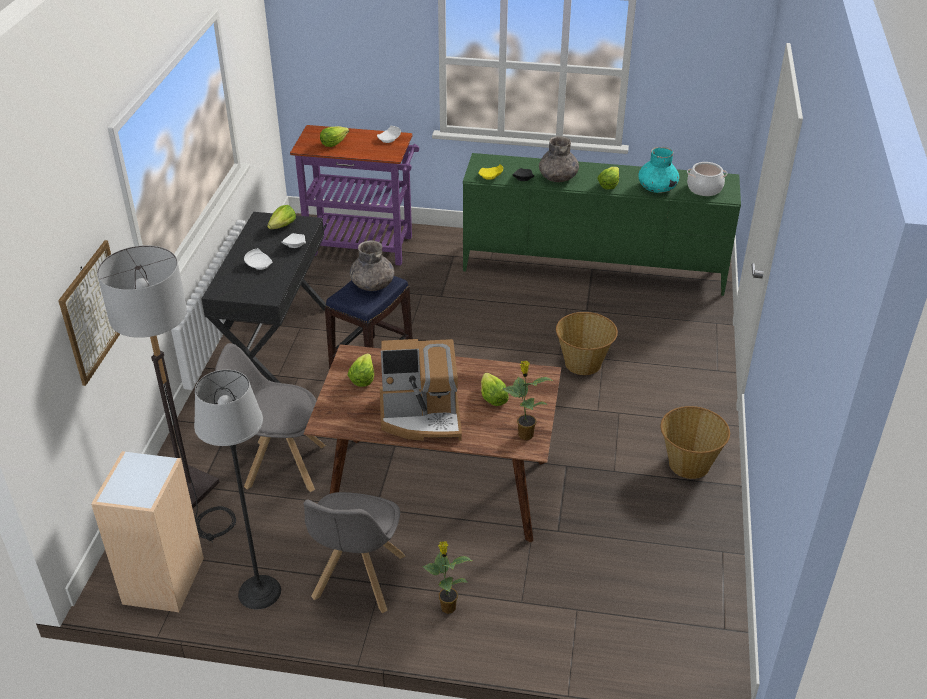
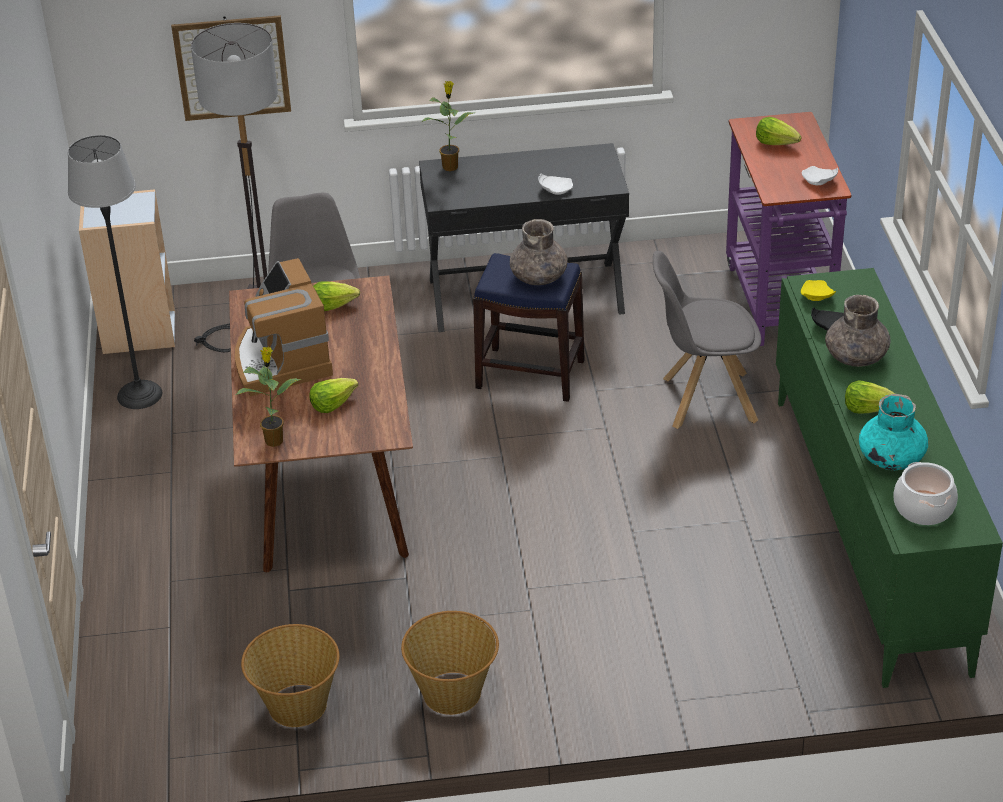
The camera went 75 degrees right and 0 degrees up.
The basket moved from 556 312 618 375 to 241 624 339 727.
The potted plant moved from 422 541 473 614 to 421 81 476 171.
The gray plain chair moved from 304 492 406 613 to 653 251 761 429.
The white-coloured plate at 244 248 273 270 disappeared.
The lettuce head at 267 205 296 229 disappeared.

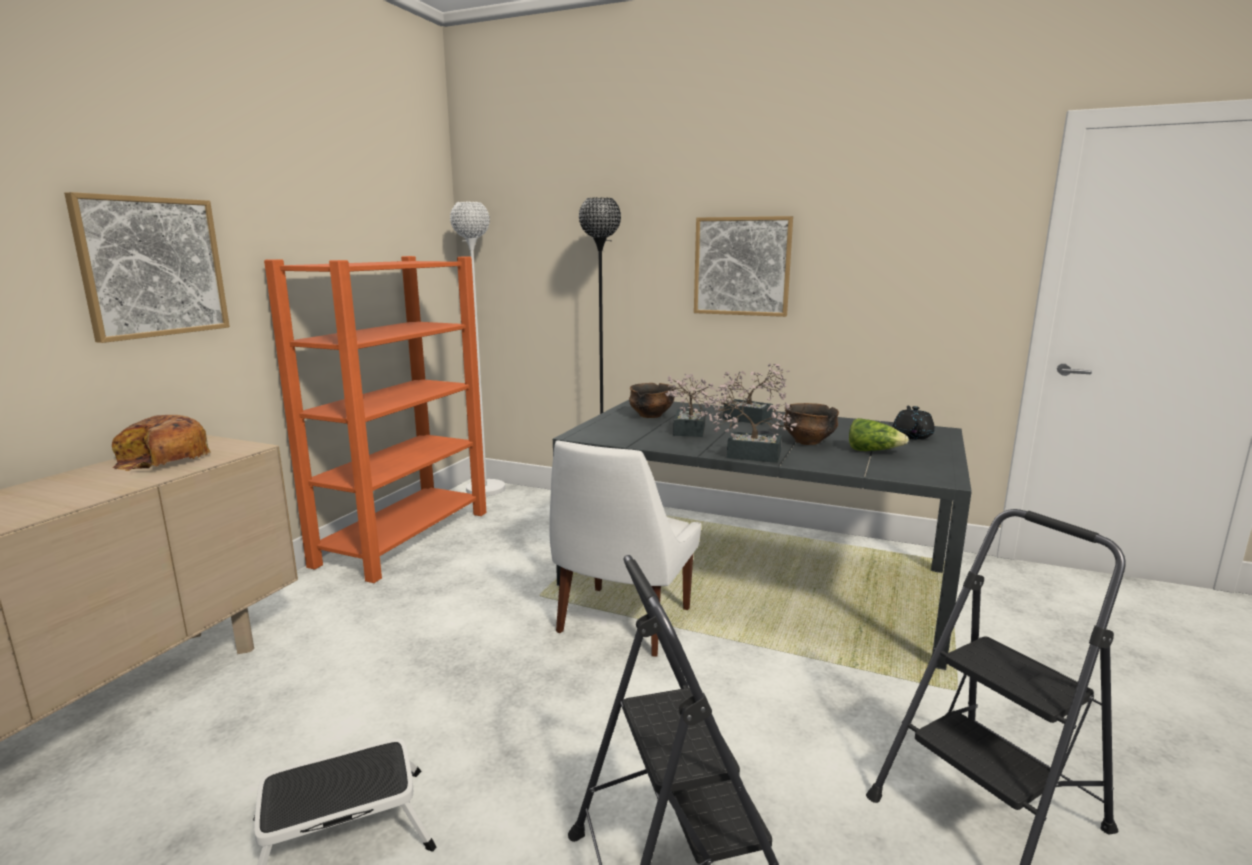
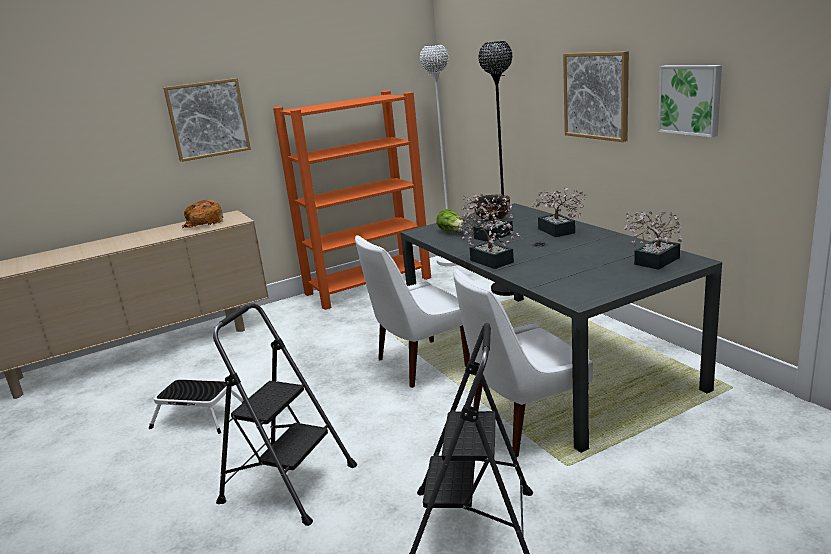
The camera went 40 degrees right and 5 degrees up.
The lettuce head moved from 849 418 909 451 to 436 209 464 231.
The white-coloured plain chair at 453 269 593 458 appeared.
The blackish teapot at 893 406 935 440 was replaced by the potted plant at 624 211 682 270.
The picture at 658 65 722 137 appeared.
The serving bowl at 783 403 839 445 disappeared.

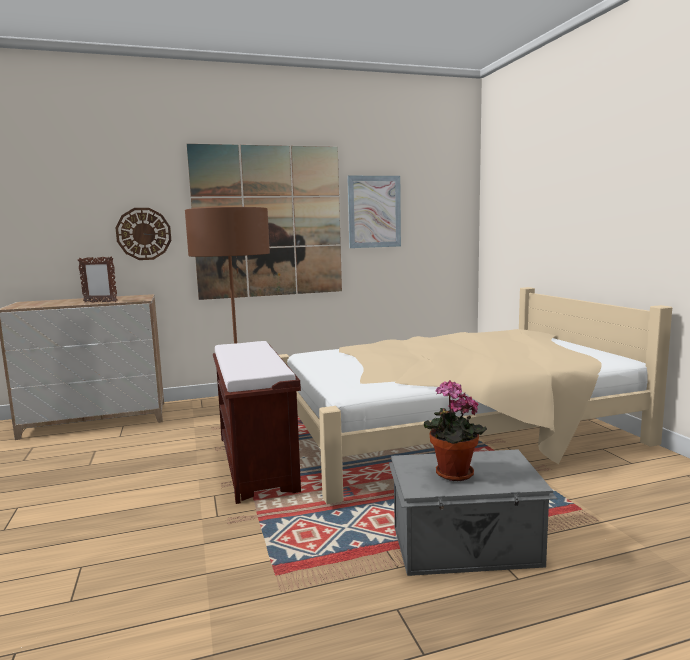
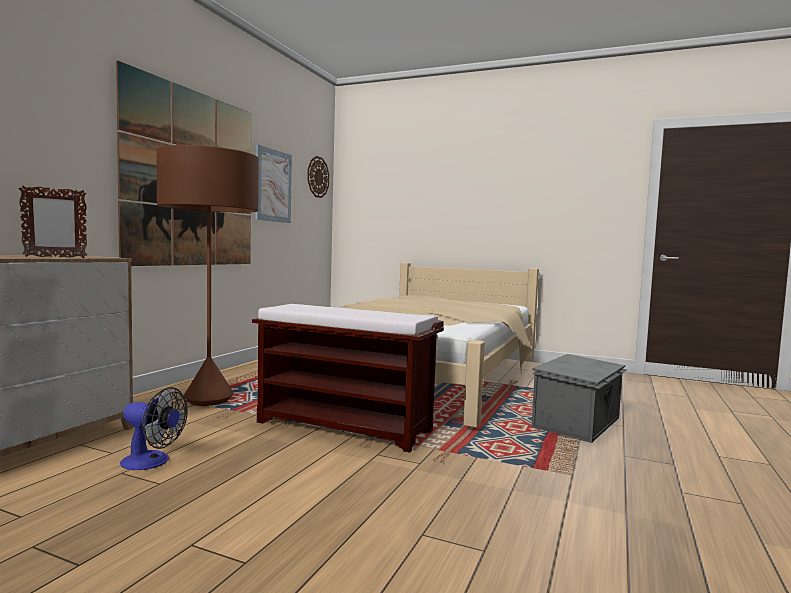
The camera went 50 degrees left and 5 degrees down.
The fan at 120 387 188 470 appeared.
The hanging clock moved from 116 208 171 260 to 307 156 329 198.
The potted plant at 424 380 487 481 disappeared.

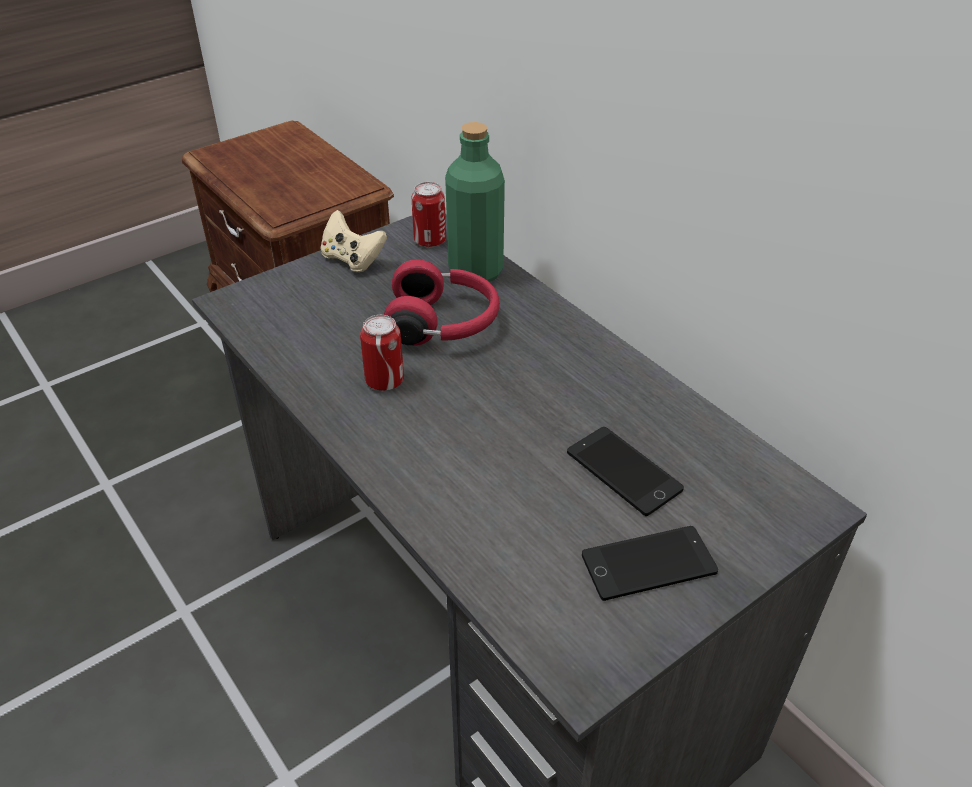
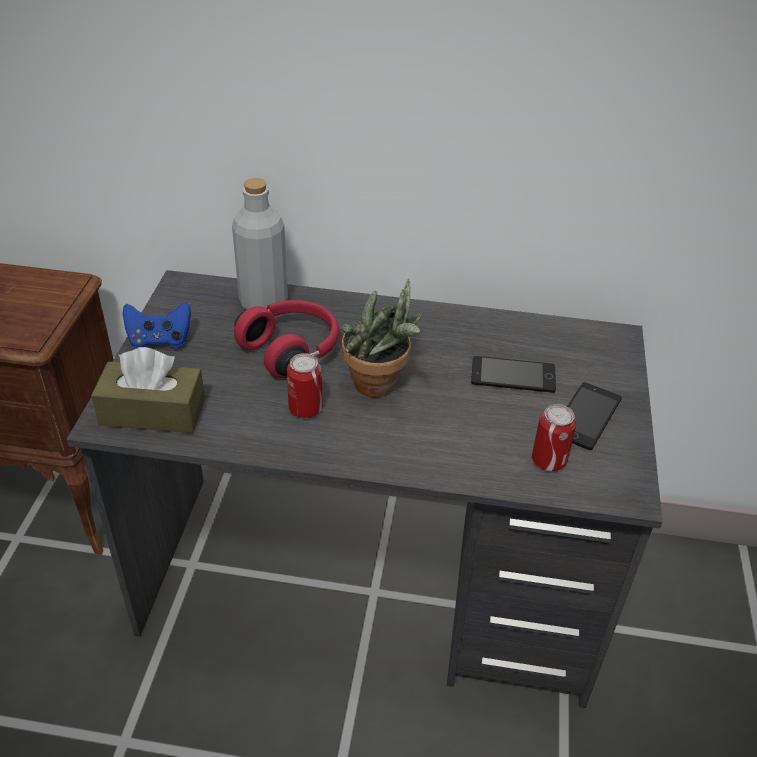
The camera went 45 degrees left and 0 degrees up.
The brownish tissue holder at 91 347 205 433 appeared.
The sand-coloured gamepad at 321 210 387 272 became the blue-coloured gamepad at 123 302 191 348.
The green-coloured drink bottle at 445 122 505 282 became the gray drink bottle at 232 178 288 310.
The potted plant at 341 279 423 397 appeared.
The sealed can moved from 412 182 446 247 to 532 404 576 471.

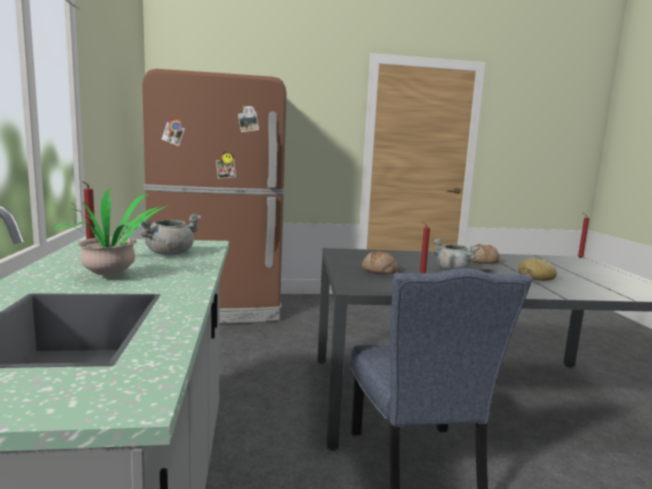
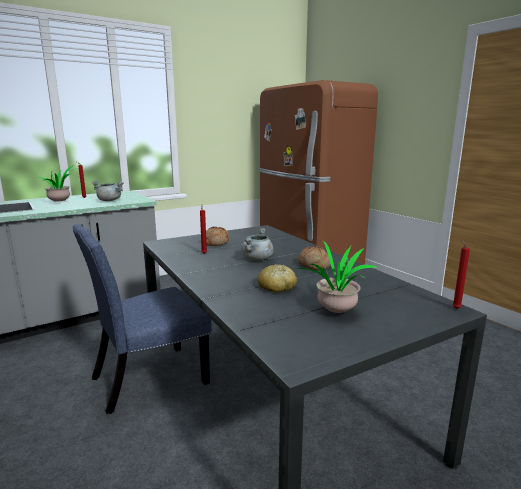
The camera went 65 degrees right and 5 degrees up.
The potted plant at 291 241 377 313 appeared.

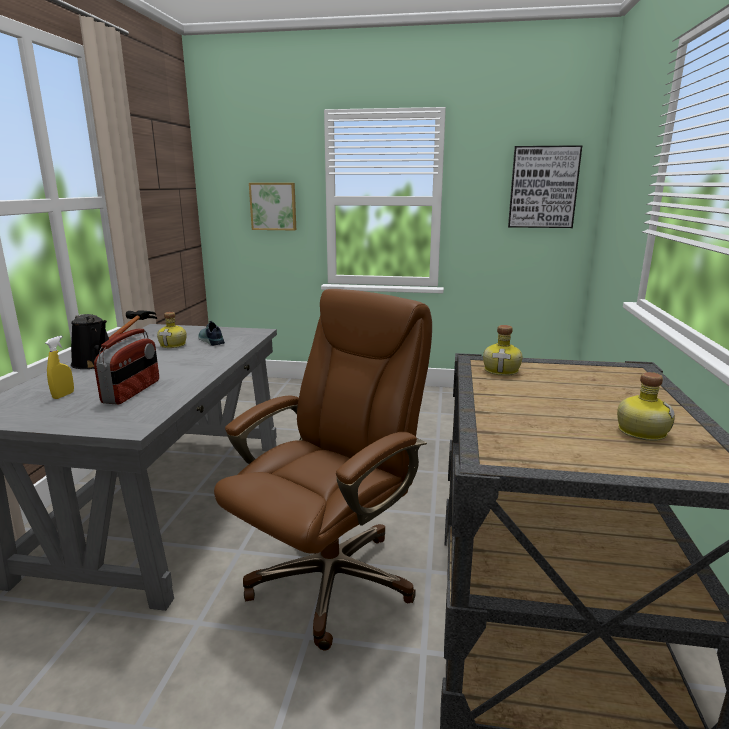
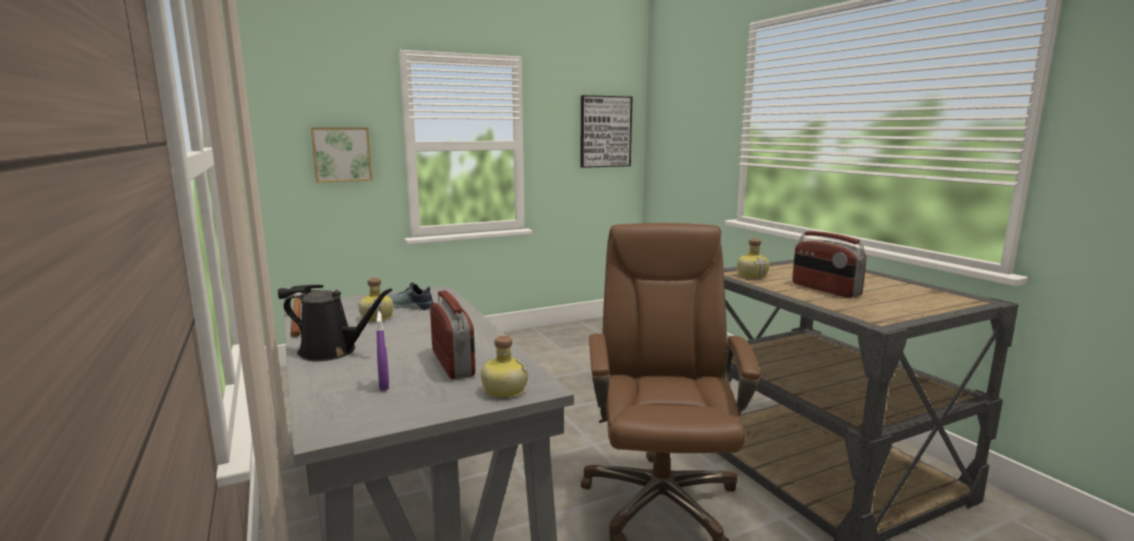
The camera went 35 degrees left and 5 degrees down.
The yellow-coloured sprayer at 45 336 74 399 became the purplish sprayer at 376 311 389 391.
The drink bottle moved from 617 372 675 441 to 481 336 528 398.
The radio receiver at 792 231 867 298 appeared.

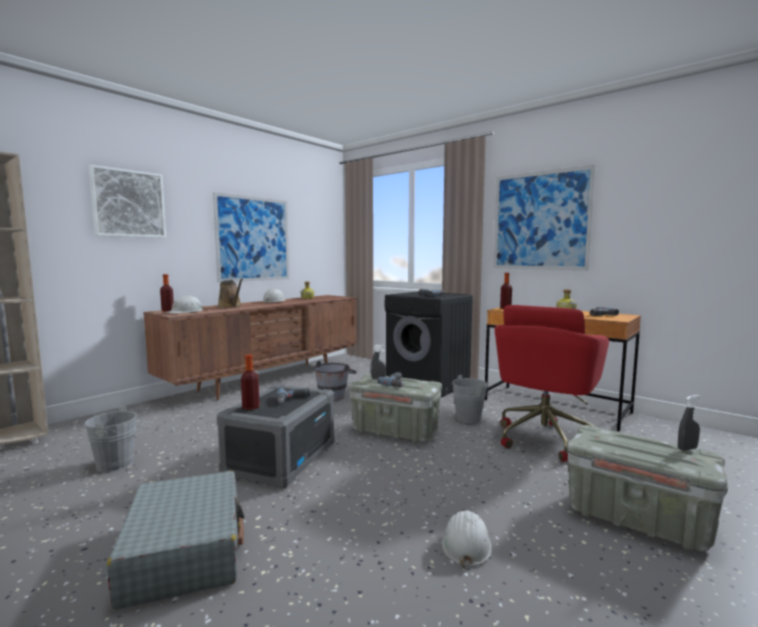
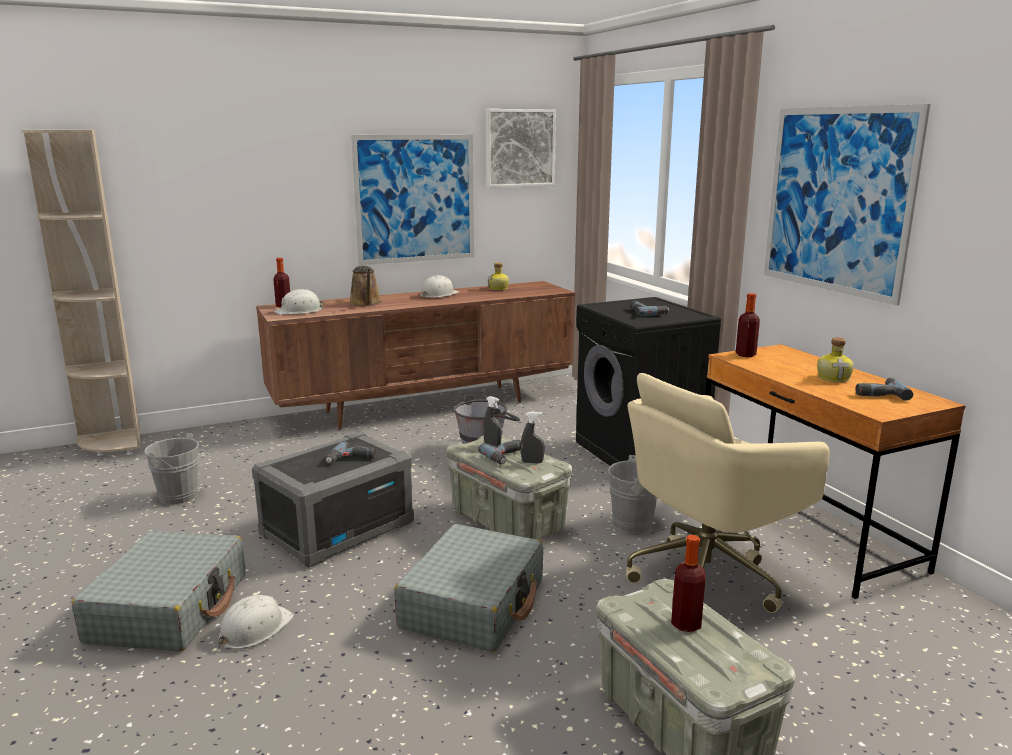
The camera went 25 degrees right and 10 degrees up.
The white-coloured safety helmet moved from 442 510 492 568 to 218 595 294 649.
The gray suitcase at 394 524 543 652 appeared.
The picture moved from 89 165 166 238 to 486 109 556 188.
The gray sprayer moved from 678 395 700 451 to 521 412 545 463.
The red-coloured desk chair at 494 305 609 462 became the sand-coloured desk chair at 626 373 830 613.
The drink bottle moved from 241 354 260 410 to 671 535 706 632.

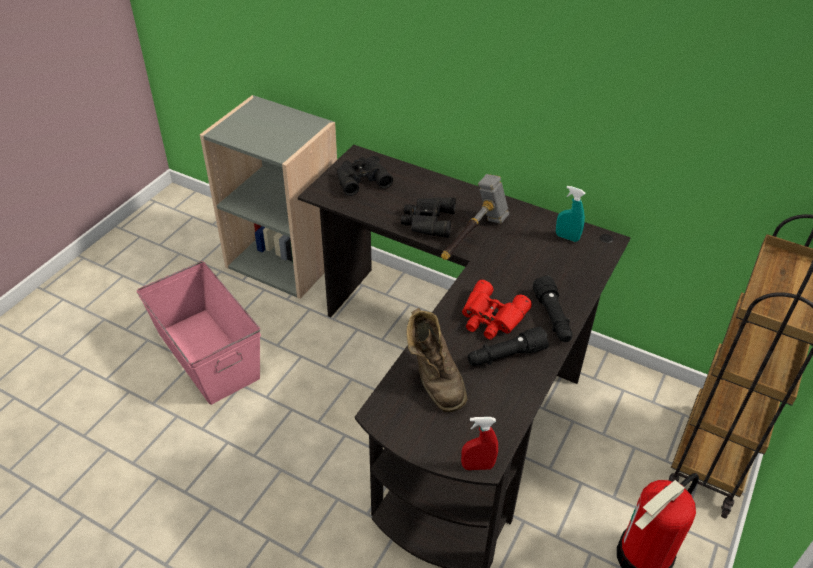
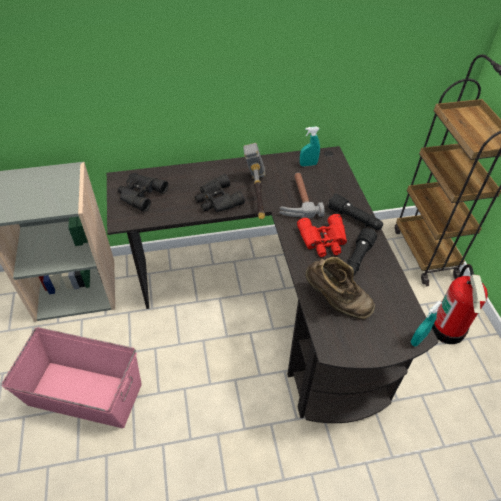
The camera went 40 degrees left and 5 degrees up.
The hammer at 279 173 325 218 appeared.
The red-coloured sprayer at 461 417 498 470 became the turquoise-coloured sprayer at 411 301 442 346.

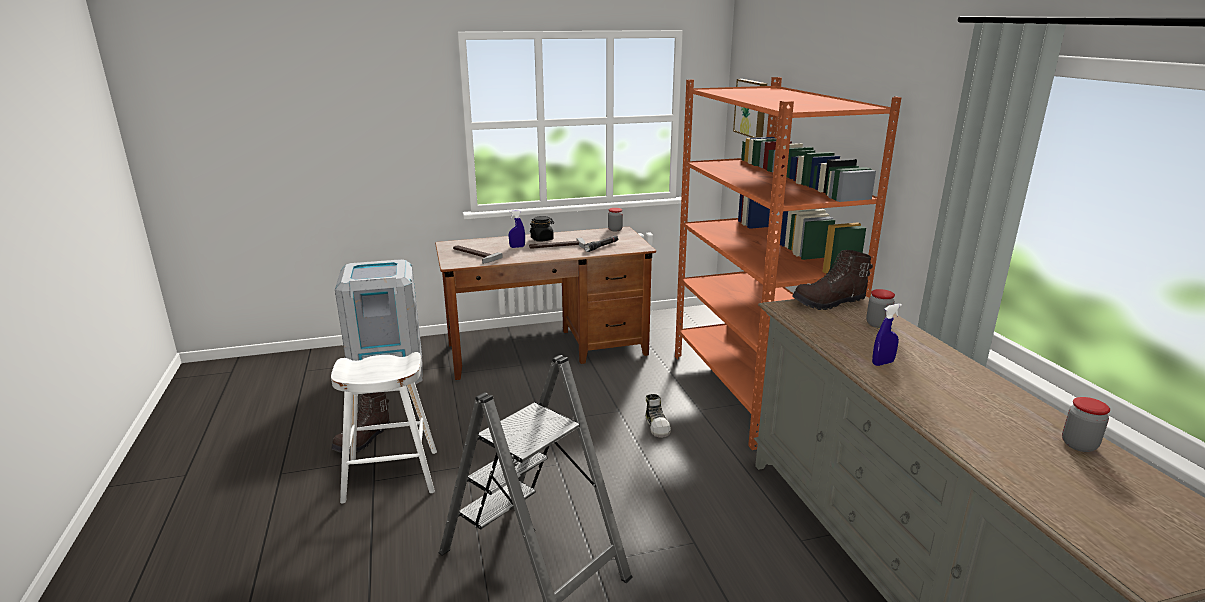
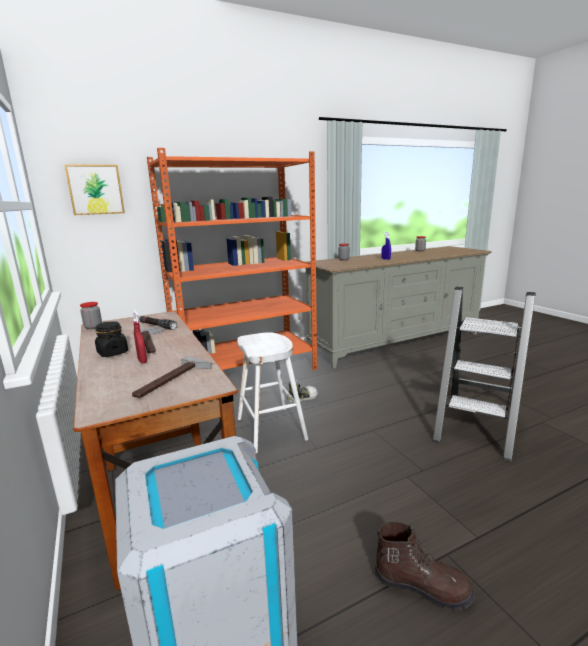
The camera went 100 degrees left and 5 degrees down.
The blue-coloured sprayer at 509 210 525 248 became the red-coloured sprayer at 133 310 147 363.
The white-coloured stool moved from 331 352 437 504 to 237 332 308 453.
The brownish boot at 792 250 873 310 disappeared.

